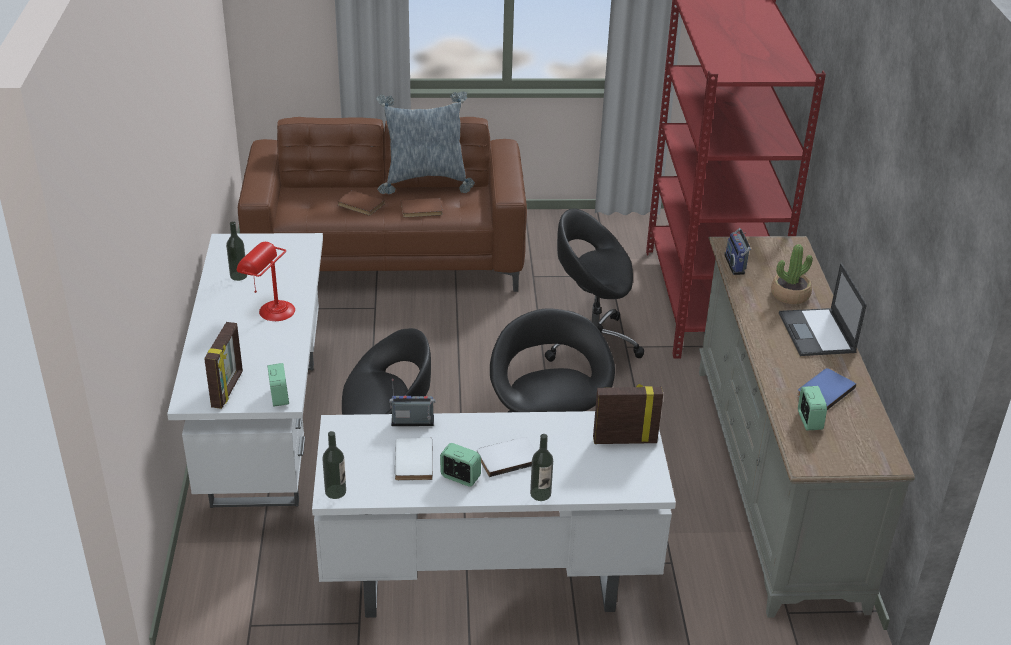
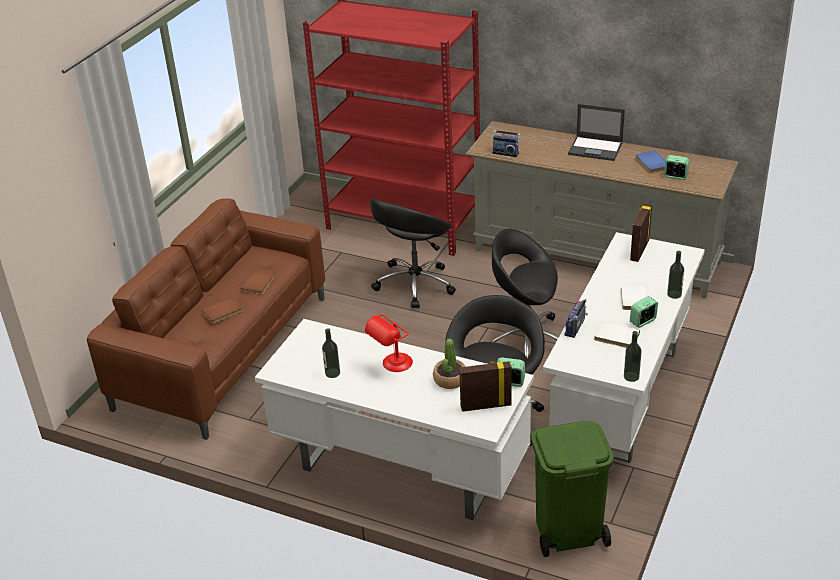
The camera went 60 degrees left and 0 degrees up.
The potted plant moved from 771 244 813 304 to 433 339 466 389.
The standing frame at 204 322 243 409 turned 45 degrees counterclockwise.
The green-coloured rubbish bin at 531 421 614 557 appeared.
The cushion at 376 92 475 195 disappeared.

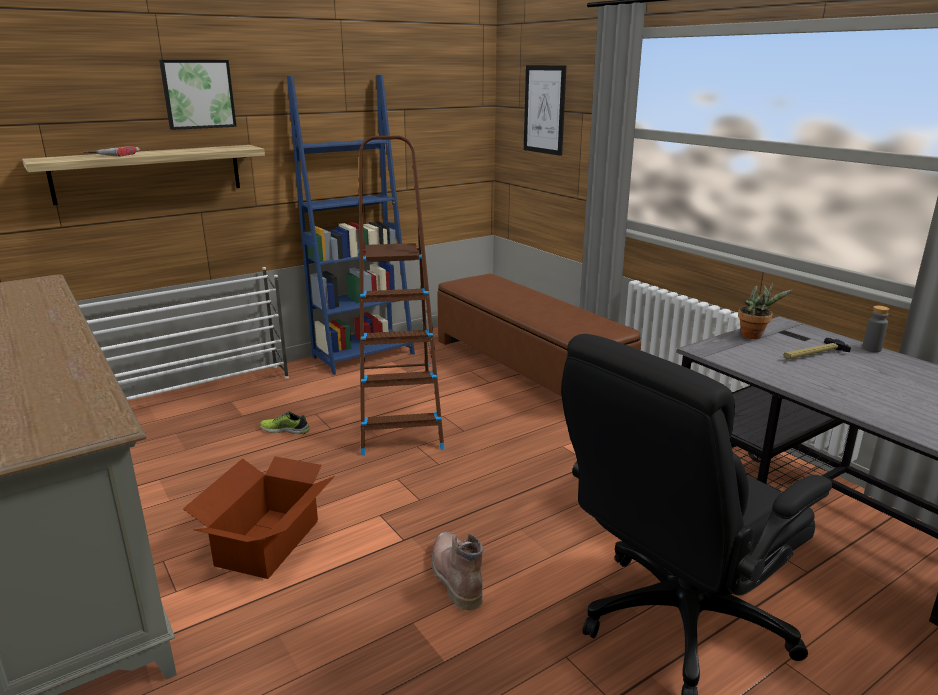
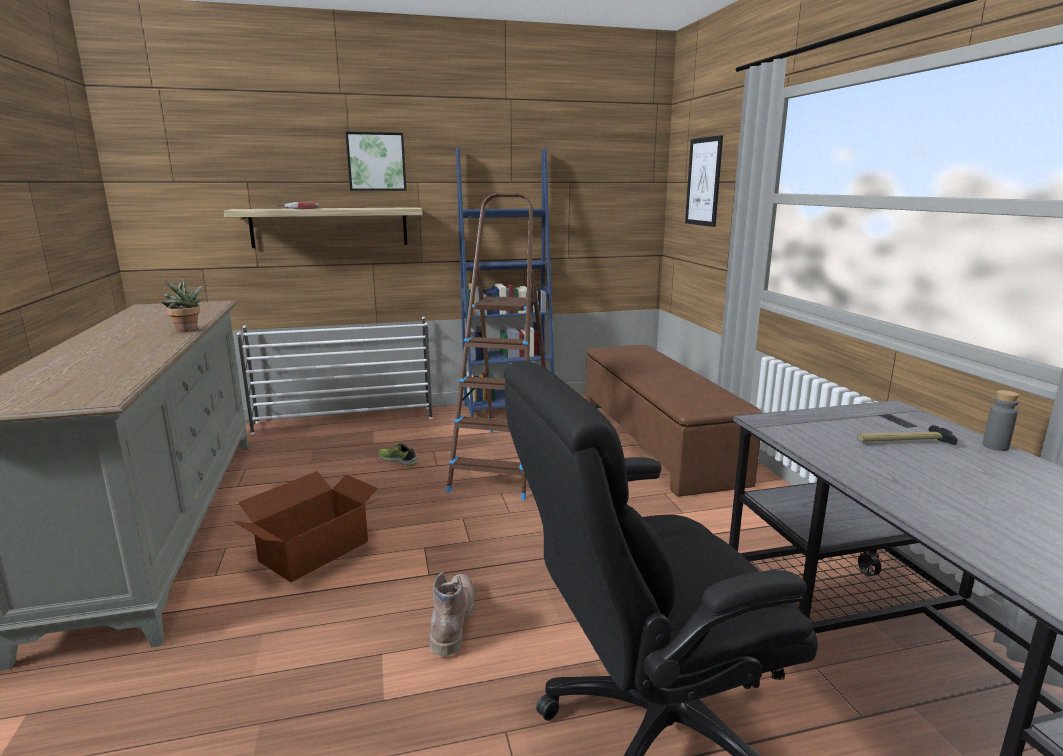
The camera went 20 degrees right and 5 degrees down.
The potted plant moved from 738 281 793 339 to 161 277 205 332.

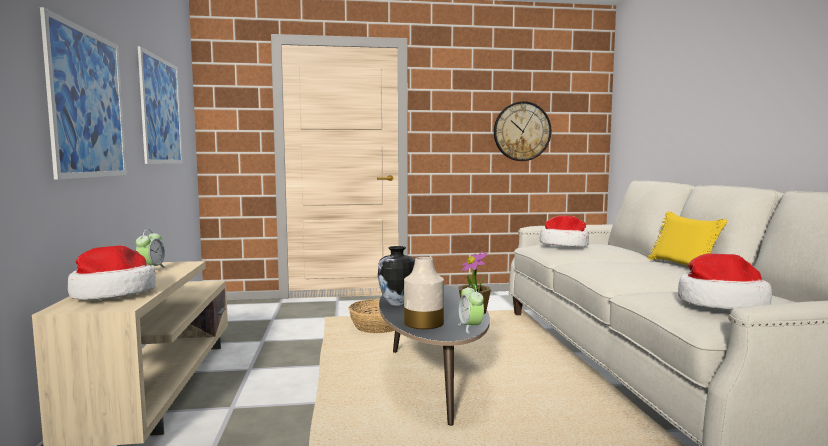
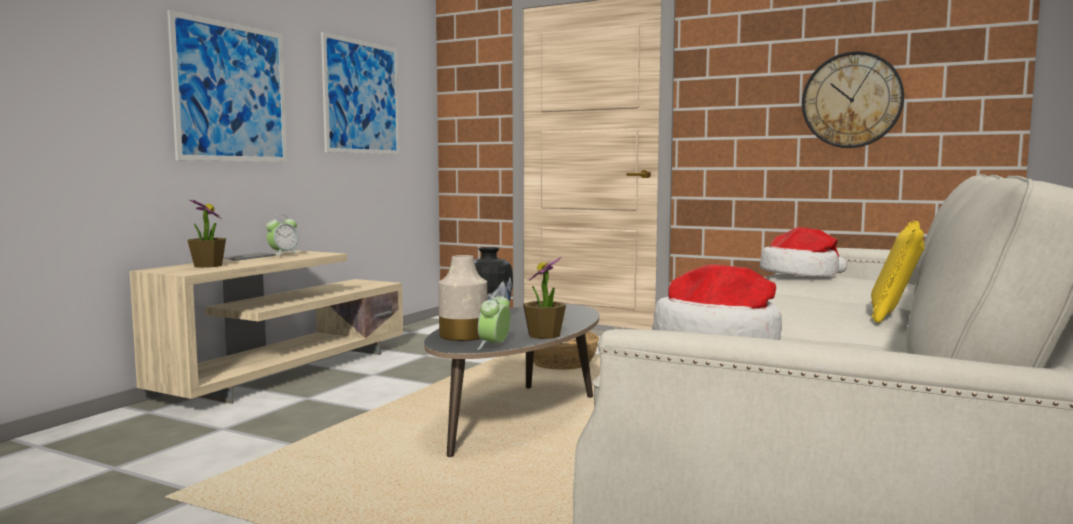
The camera went 35 degrees right and 0 degrees up.
The hat at 68 245 156 300 was replaced by the potted plant at 187 200 226 268.

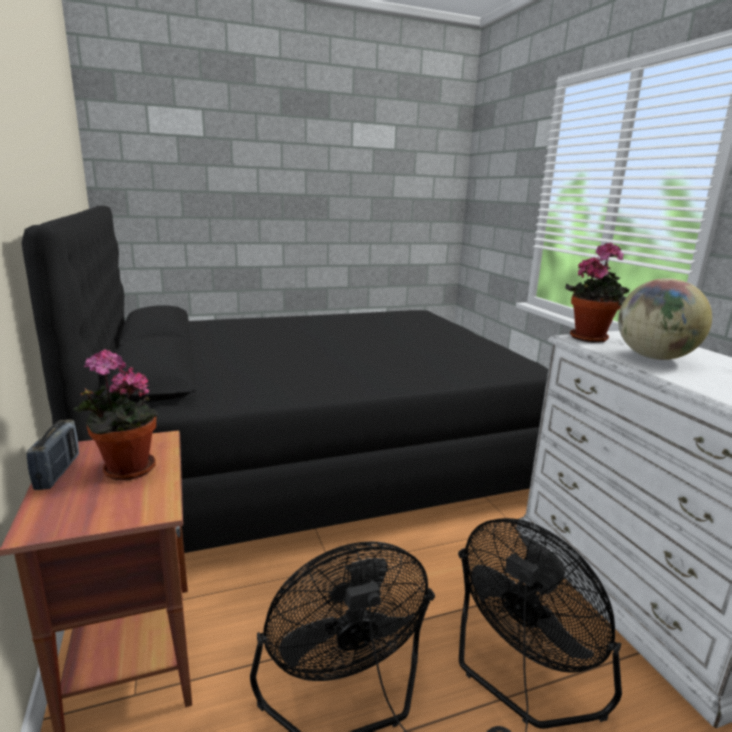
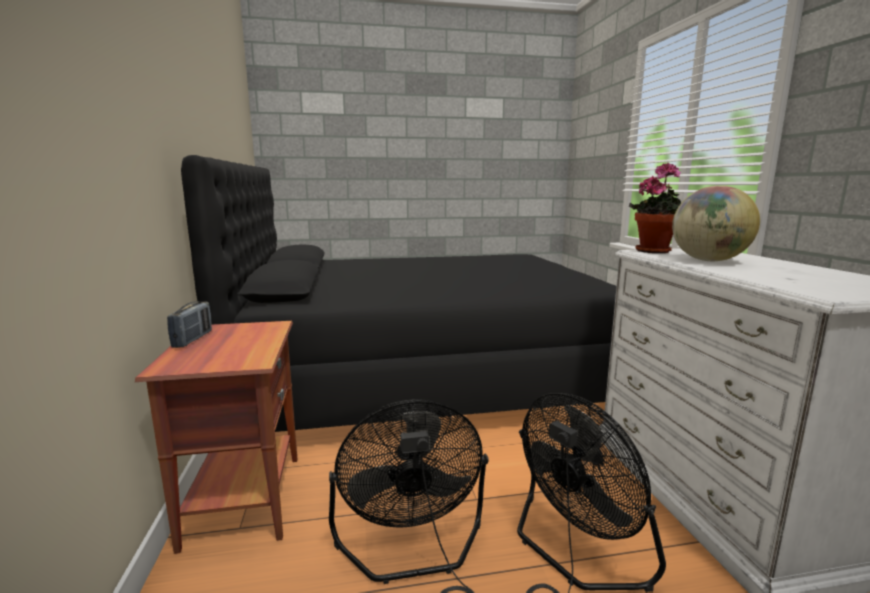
The camera went 10 degrees right and 5 degrees down.
The potted plant at 73 349 157 480 disappeared.

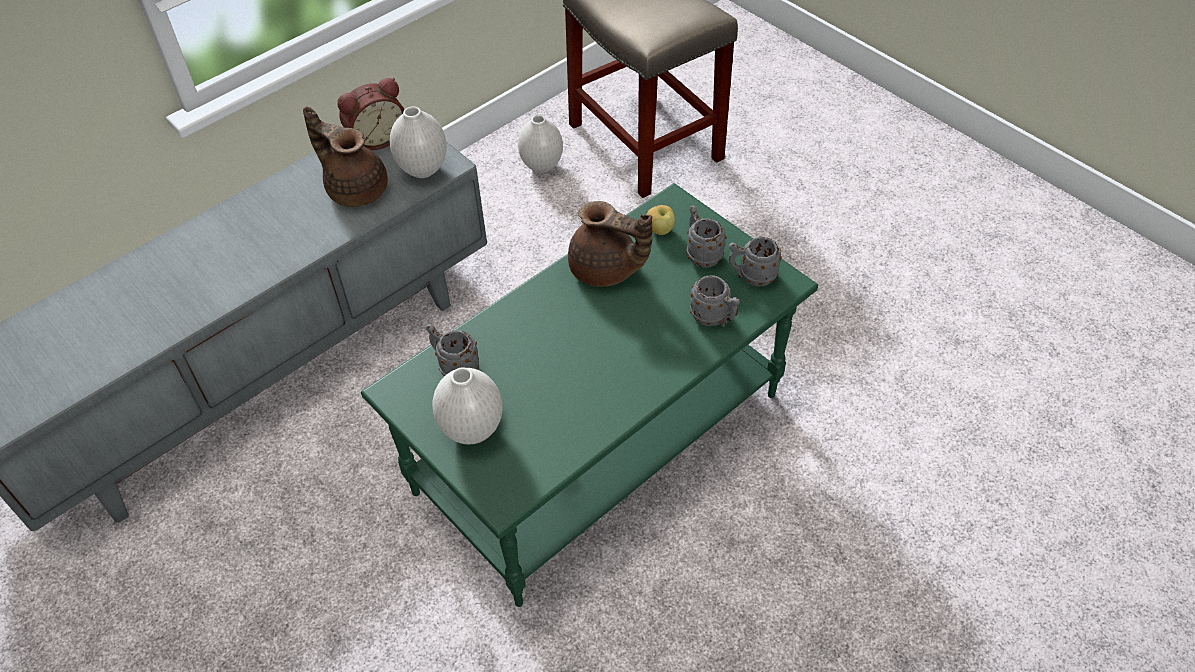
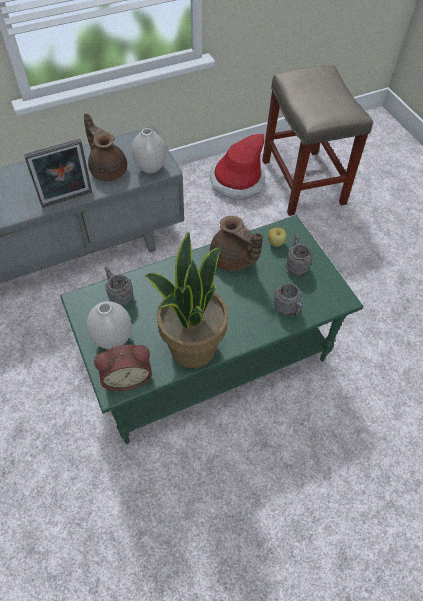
The camera went 15 degrees right and 5 degrees up.
The standing frame at 24 139 92 208 appeared.
The table clock moved from 337 78 405 150 to 94 345 152 391.
The potted plant at 145 232 228 368 appeared.
The white-coloured vase at 518 115 563 173 was replaced by the hat at 210 134 265 200.
The gray tea mug at 729 237 782 286 disappeared.

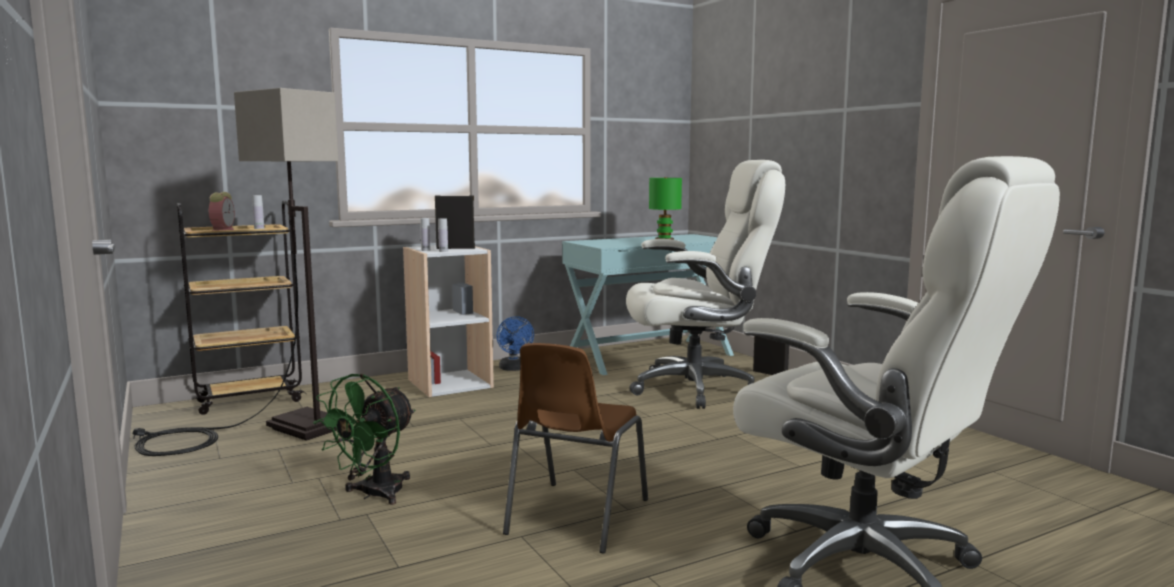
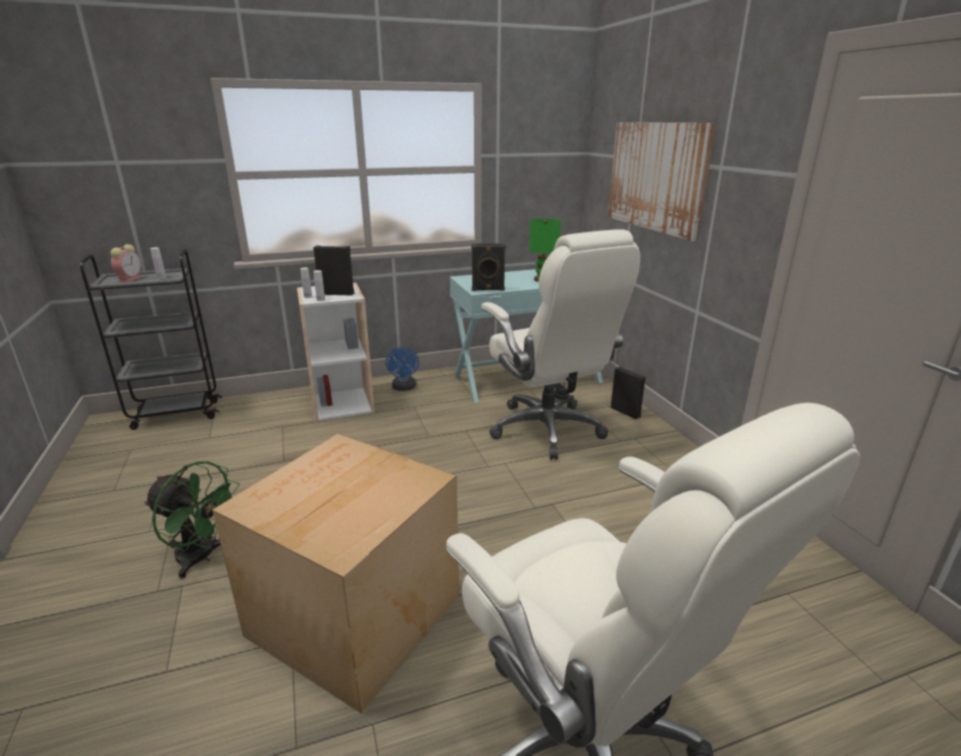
The camera went 10 degrees right and 15 degrees up.
The brownish trolley at 177 201 307 415 became the gray trolley at 80 249 222 430.
The green-coloured fan at 313 374 415 505 turned 105 degrees counterclockwise.
The brownish plain chair at 503 343 648 554 was replaced by the carton at 212 434 459 713.
The blackish speaker at 472 244 505 291 appeared.
The white-coloured desk chair at 626 160 785 409 turned 60 degrees clockwise.
The picture at 608 122 716 241 appeared.
The standing lamp at 133 88 338 456 disappeared.

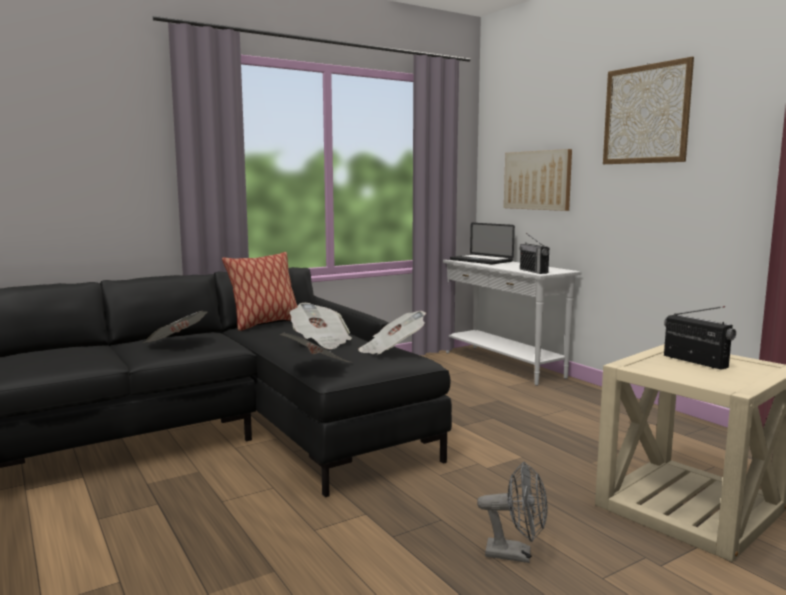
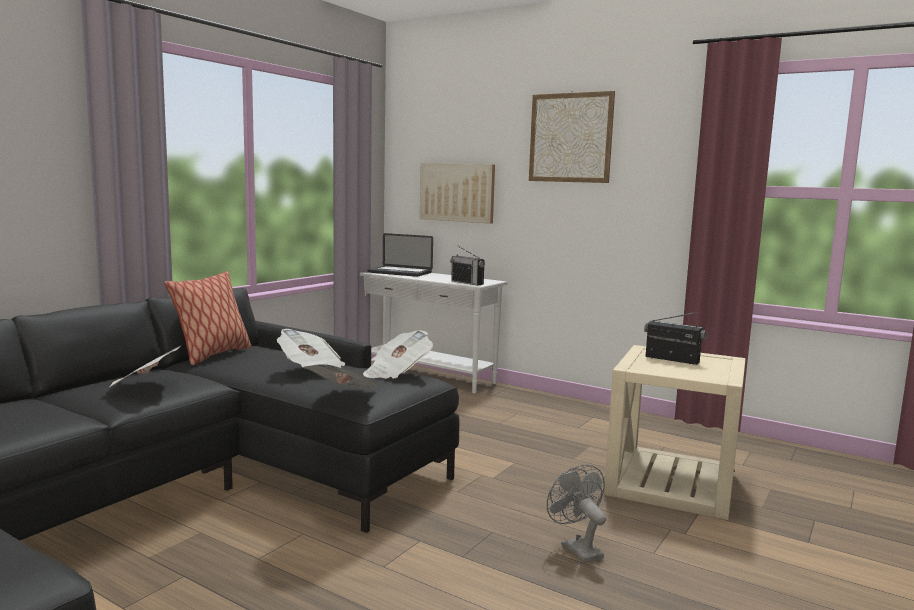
The camera went 25 degrees left and 0 degrees up.
The gray fan at 477 462 548 563 turned 105 degrees counterclockwise.

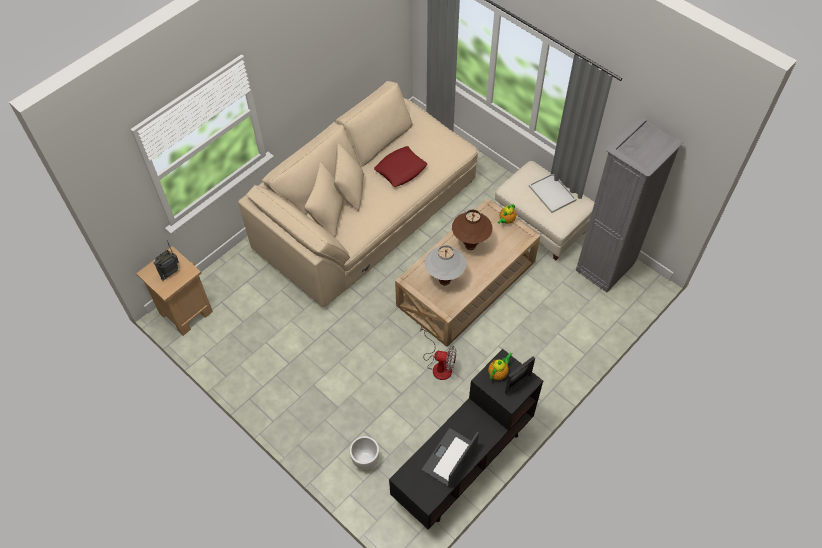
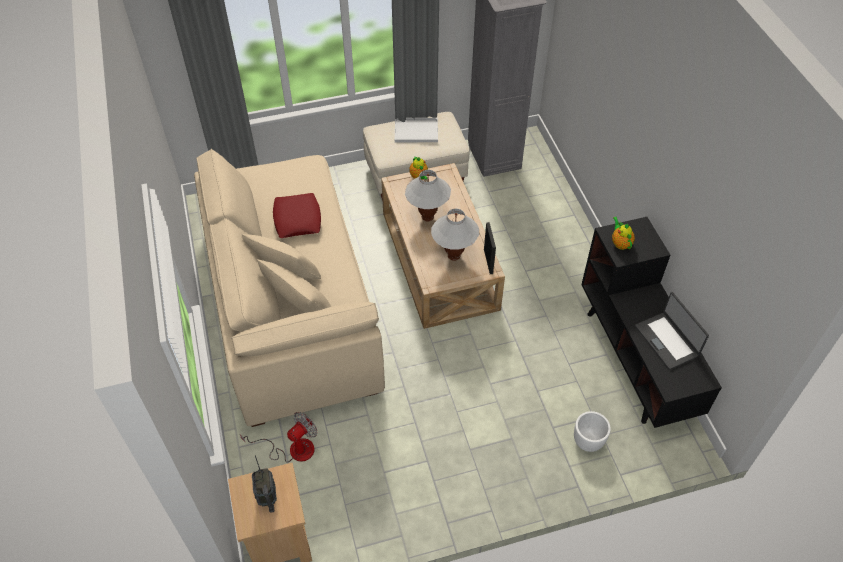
The camera went 60 degrees left and 5 degrees down.
The fan moved from 421 325 456 380 to 240 412 317 463.
The brownish tabletop lamp at 452 210 492 250 became the white-coloured tabletop lamp at 405 170 451 222.
The standing frame moved from 505 356 535 395 to 484 222 496 274.

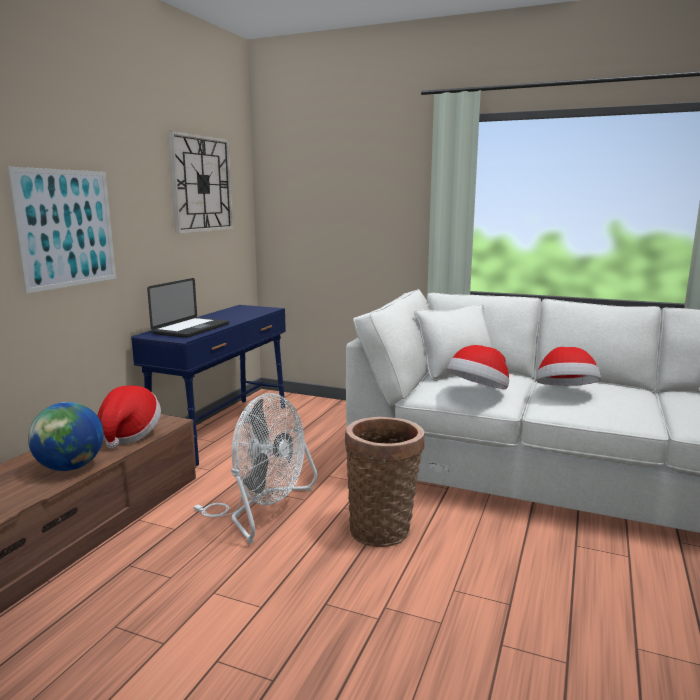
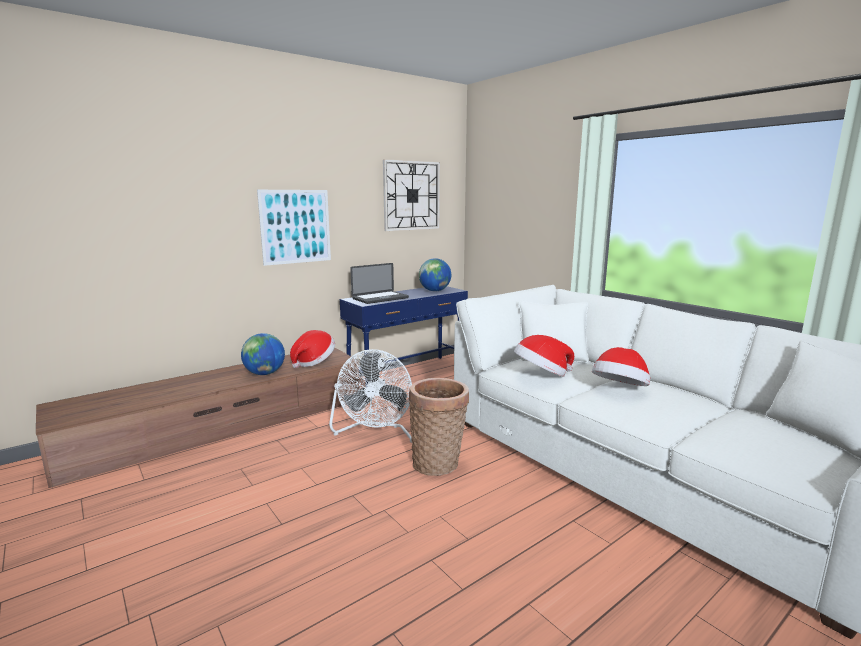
The camera went 30 degrees right and 0 degrees up.
The white-coloured fan at 194 393 317 544 turned 45 degrees clockwise.
The desk globe at 419 258 451 291 appeared.

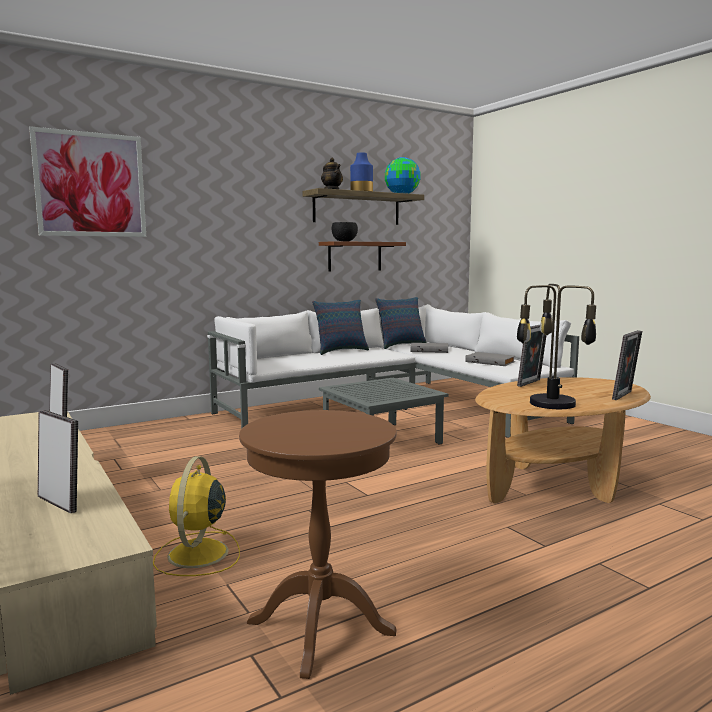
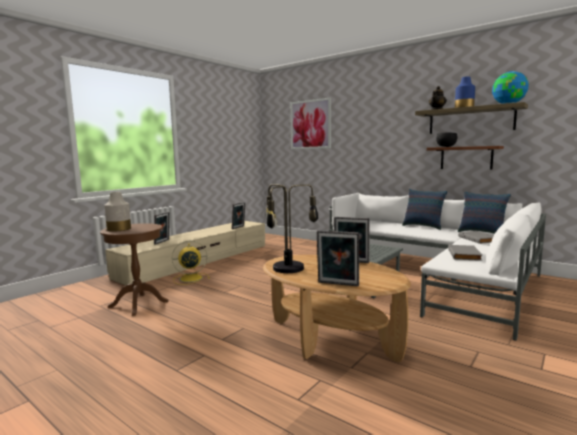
The camera went 70 degrees right and 0 degrees up.
The sand-coloured vase at 104 192 131 232 appeared.

